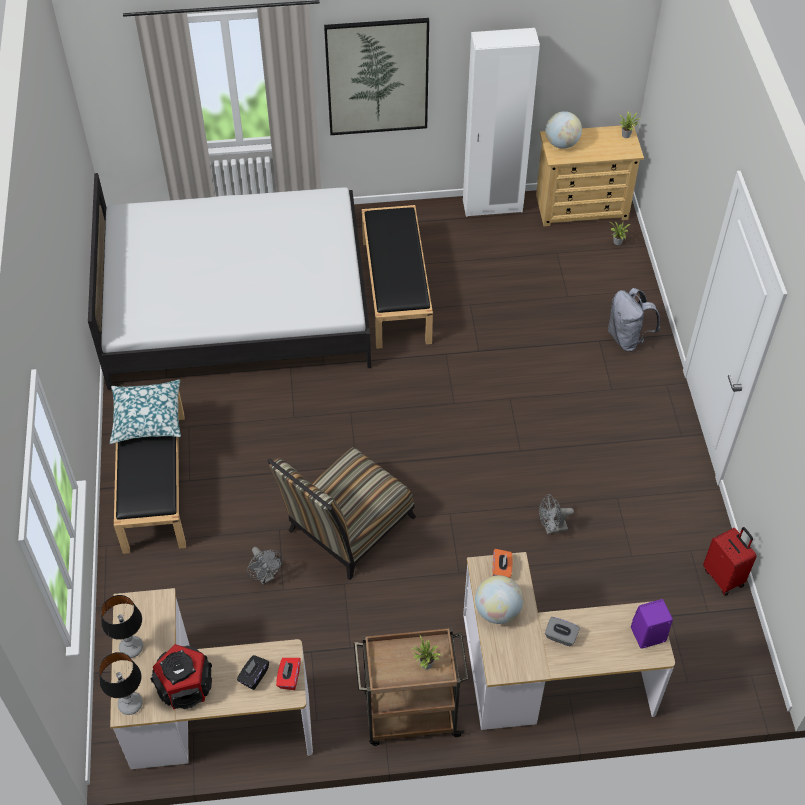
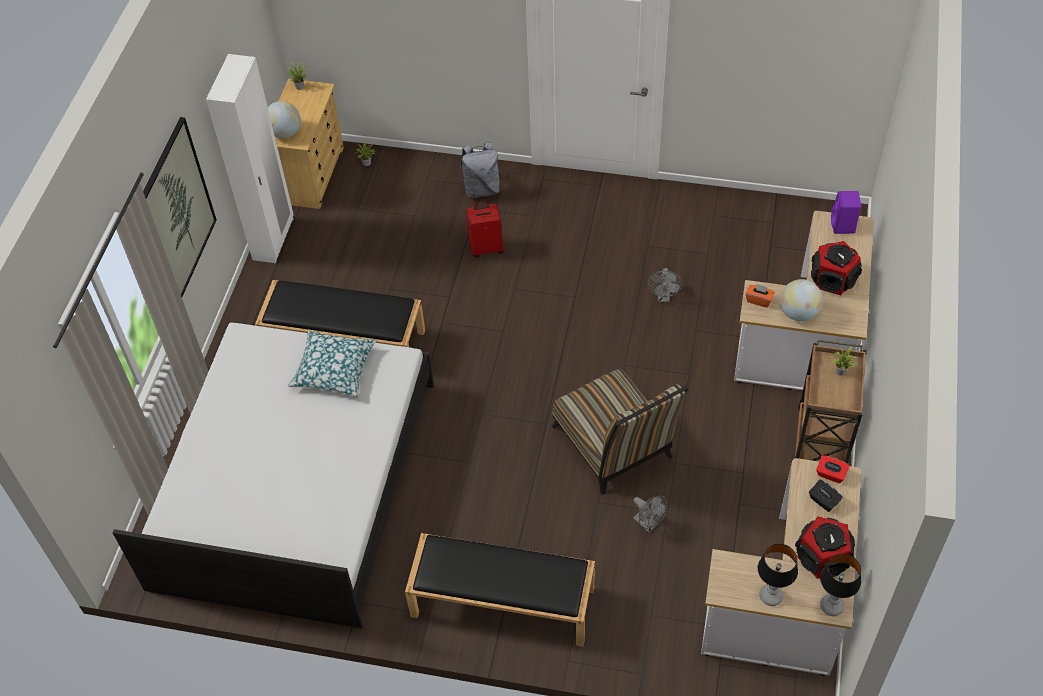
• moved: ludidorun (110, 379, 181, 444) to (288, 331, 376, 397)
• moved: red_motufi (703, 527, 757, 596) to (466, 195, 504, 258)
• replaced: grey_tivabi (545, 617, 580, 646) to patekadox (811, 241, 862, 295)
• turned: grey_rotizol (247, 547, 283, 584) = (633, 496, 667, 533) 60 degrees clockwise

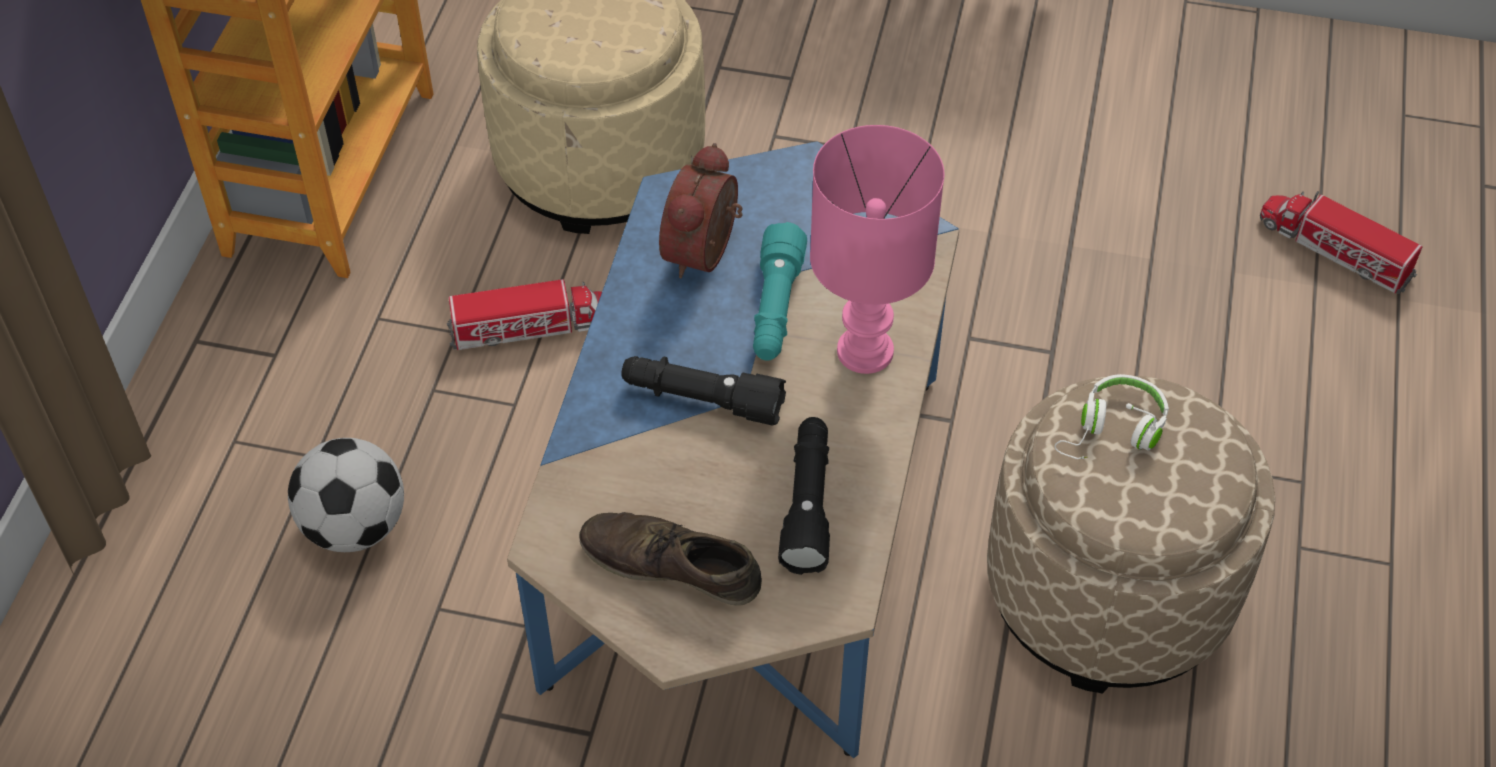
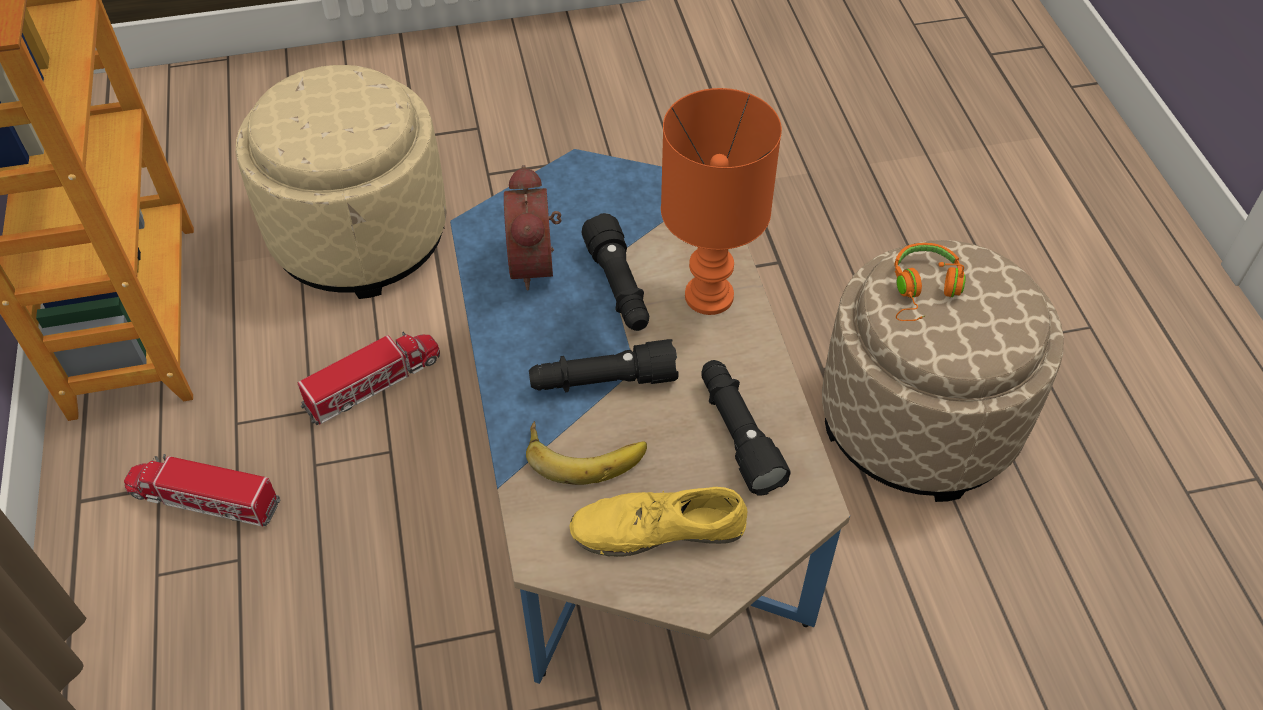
• removed: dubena (288, 438, 404, 552)
• added: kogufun (526, 421, 647, 485)
• moved: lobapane (1260, 191, 1422, 294) to (124, 454, 280, 527)
• recoloured: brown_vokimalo (579, 512, 762, 606) to yellow_vokimalo (570, 487, 747, 557)
• recoloured: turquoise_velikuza (753, 222, 807, 360) to black_velikuza (582, 213, 649, 331)
• recoloured: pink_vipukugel (810, 125, 945, 374) to orange_vipukugel (661, 88, 782, 315)
• recoloured: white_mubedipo (1054, 374, 1169, 459) to orange_mubedipo (894, 243, 966, 321)

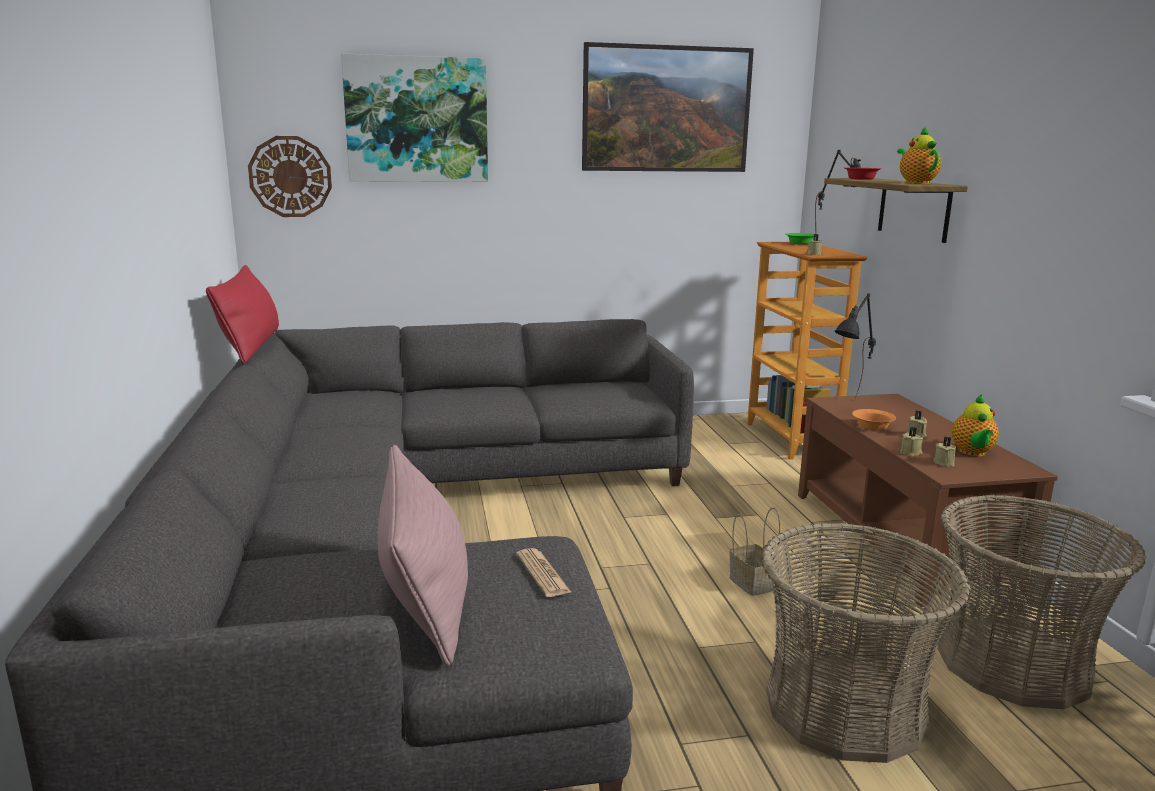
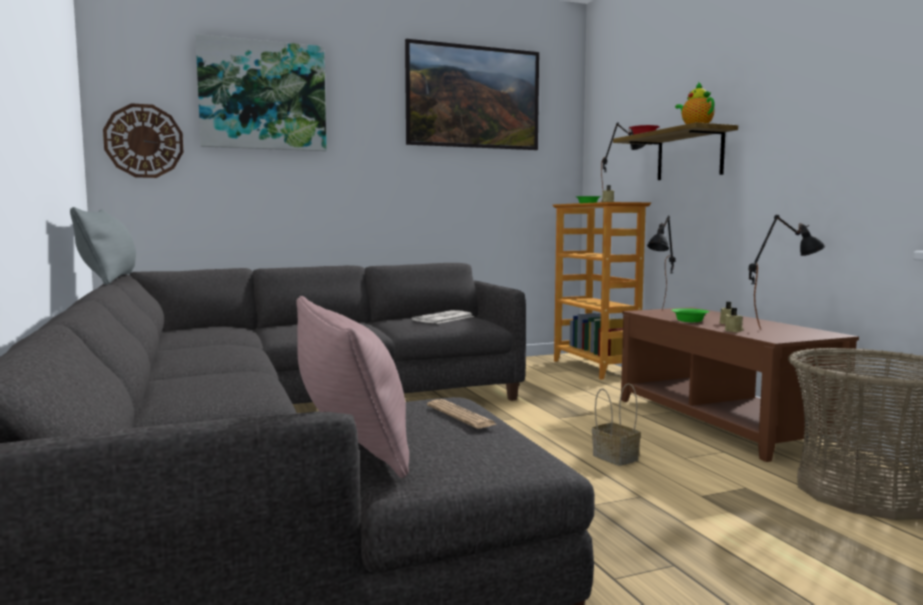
• removed: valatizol (761, 523, 971, 763)
• removed: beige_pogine (933, 436, 956, 466)
• added: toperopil (412, 310, 475, 324)
• replaced: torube (952, 394, 999, 456) to black_vipukugel (749, 215, 826, 329)
• recoloured: red_ludidorun (206, 265, 279, 364) to grey_ludidorun (70, 207, 136, 285)
• recoloured: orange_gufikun (852, 409, 896, 430) to green_gufikun (671, 308, 709, 322)

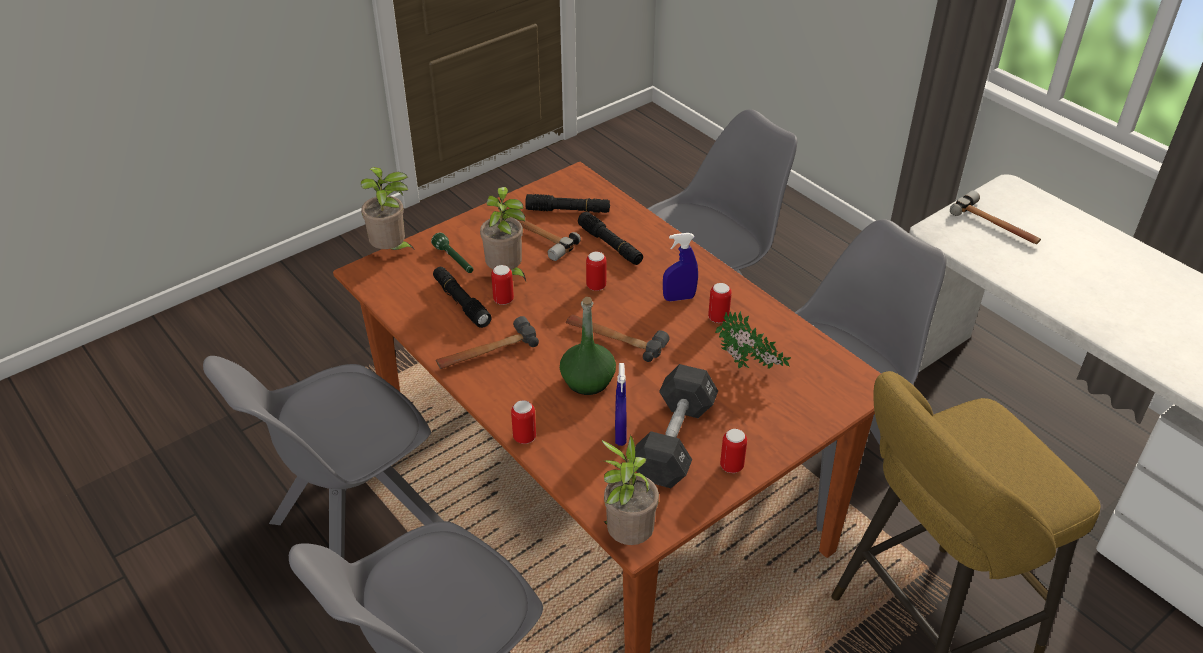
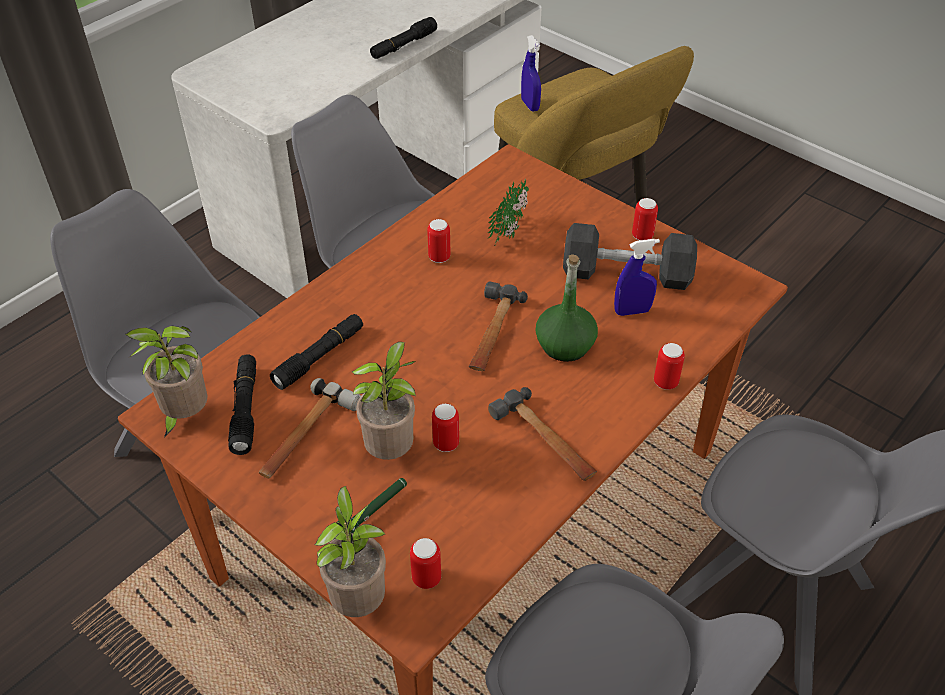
• removed: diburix (950, 191, 1041, 244)
• moved: black_velikuza (433, 267, 492, 328) to (370, 17, 437, 59)
• moved: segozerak (586, 252, 606, 291) to (410, 538, 441, 589)
• moved: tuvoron (602, 434, 659, 545) to (126, 326, 208, 438)
• moved: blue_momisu (663, 233, 698, 301) to (521, 35, 541, 112)

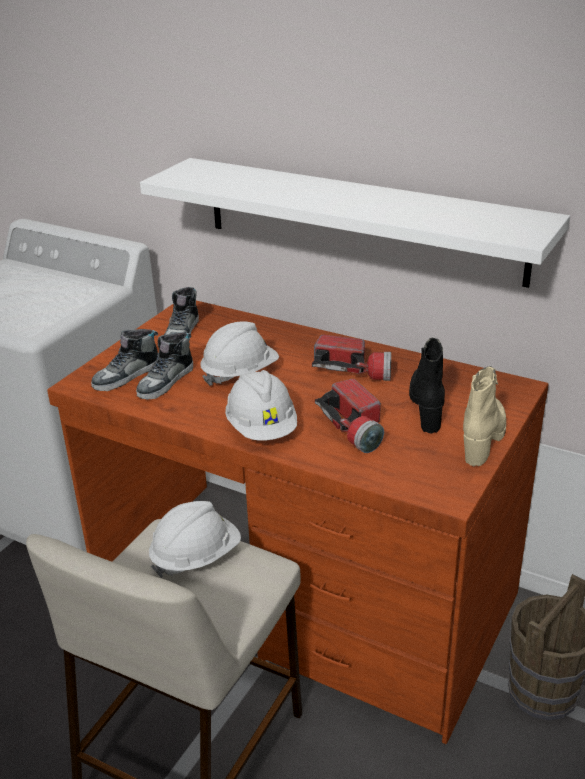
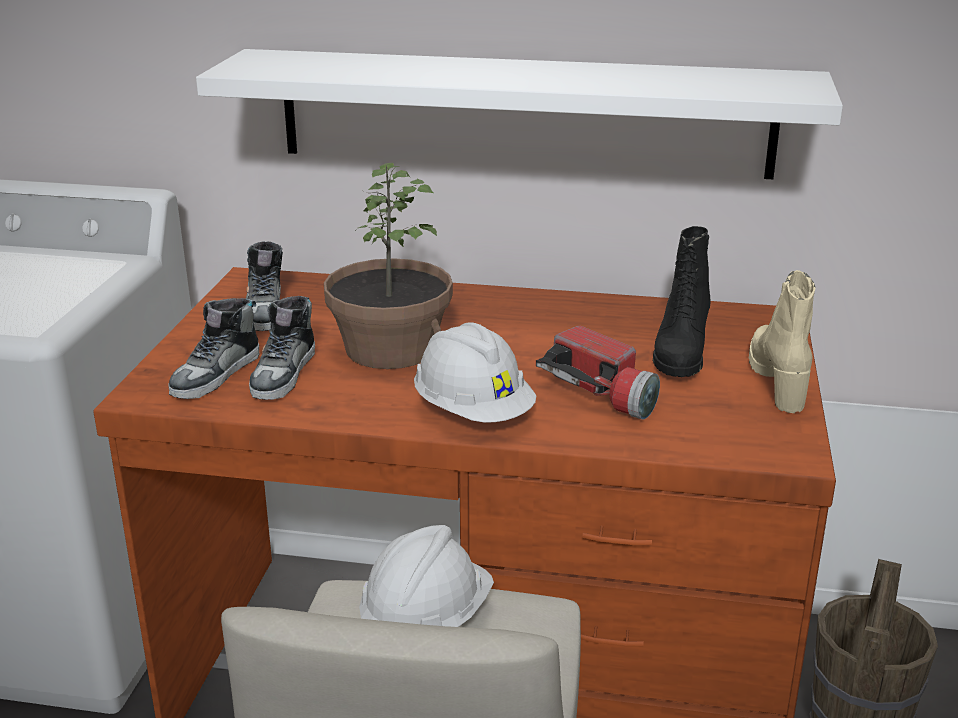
• removed: velikuza (312, 335, 391, 381)
• replaced: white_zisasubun (200, 322, 279, 386) to tuvoron (324, 163, 453, 369)
• turned: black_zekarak (409, 338, 445, 434) = (653, 226, 711, 377) 150 degrees counterclockwise

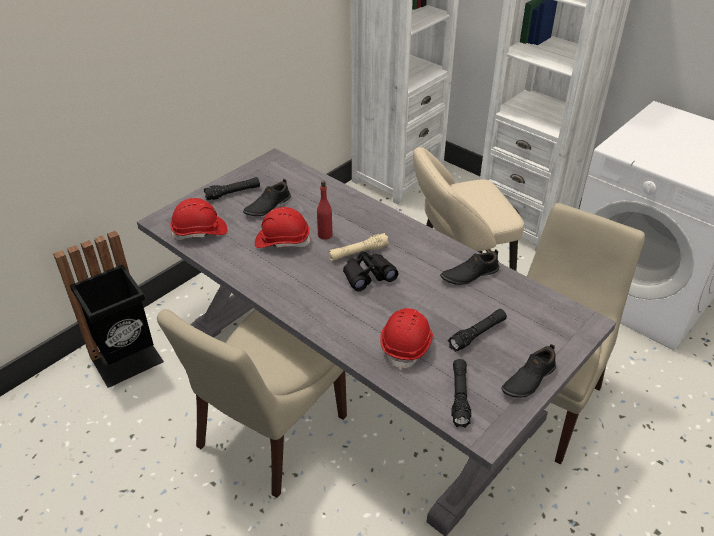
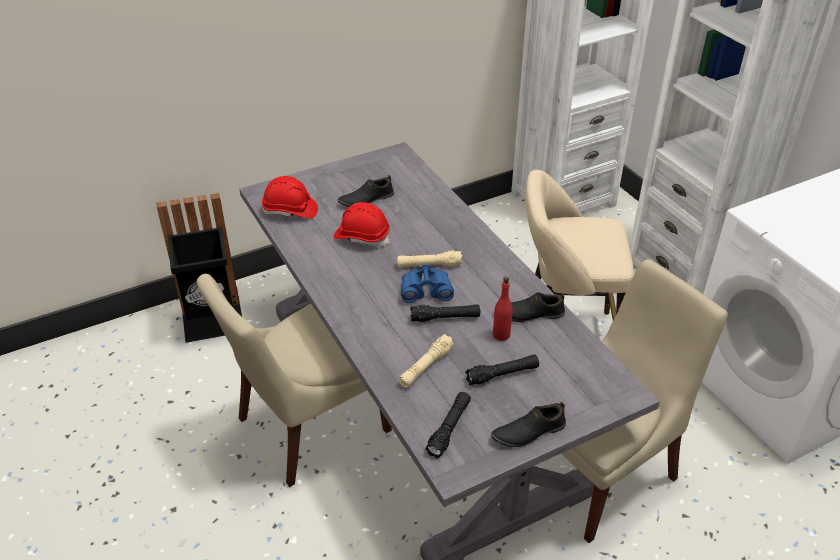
• moved: black_velikuza (204, 177, 260, 200) to (410, 304, 480, 322)
• moved: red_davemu (317, 181, 333, 240) to (493, 276, 513, 341)
• replaced: red_zisasubun (380, 308, 433, 371) to beige_velikuza (398, 334, 454, 388)
• recoloured: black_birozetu (343, 251, 398, 291) to blue_birozetu (401, 264, 454, 303)

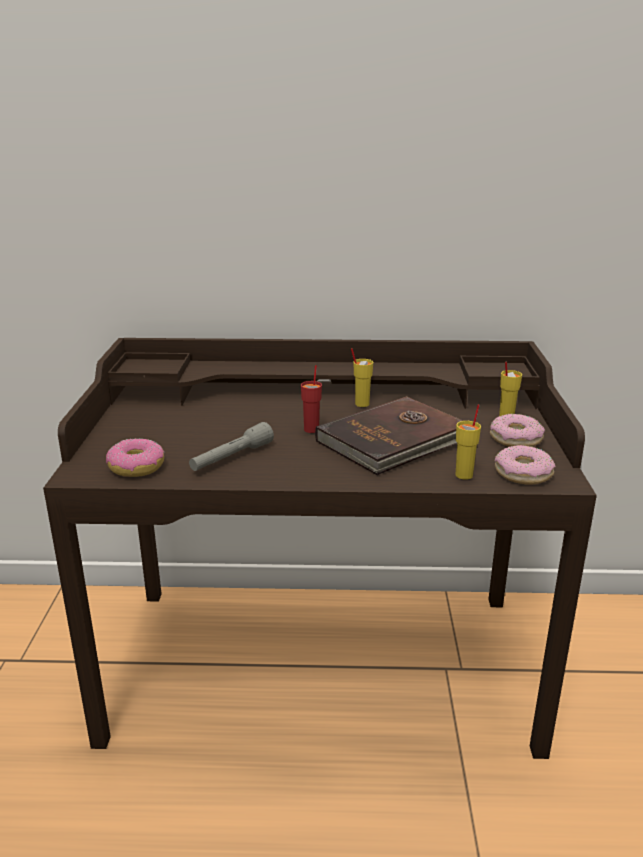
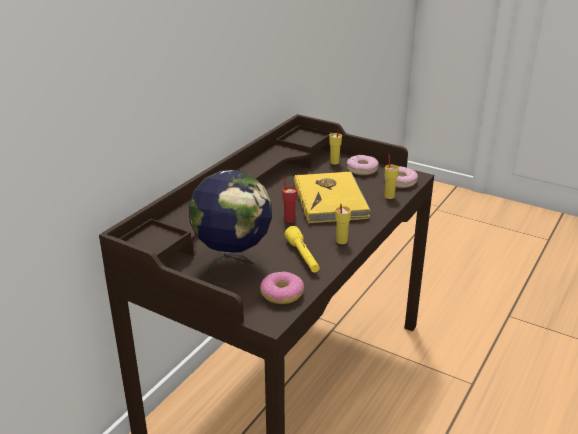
• added: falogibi (189, 170, 272, 285)
• moved: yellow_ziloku (351, 348, 373, 407) to (335, 203, 351, 244)
• recoloured: grey_velikuza (189, 422, 274, 471) to yellow_velikuza (285, 226, 320, 272)
• recoloured: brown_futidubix (315, 396, 463, 475) to yellow_futidubix (294, 172, 371, 224)

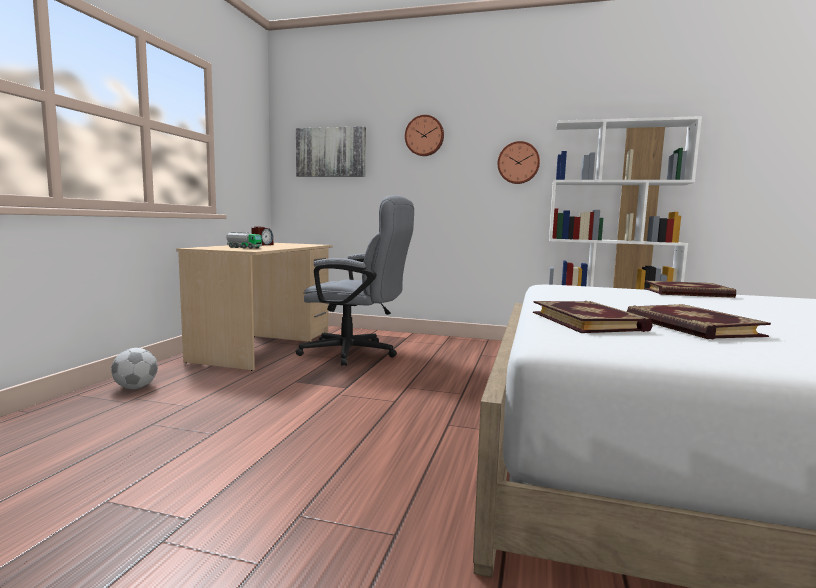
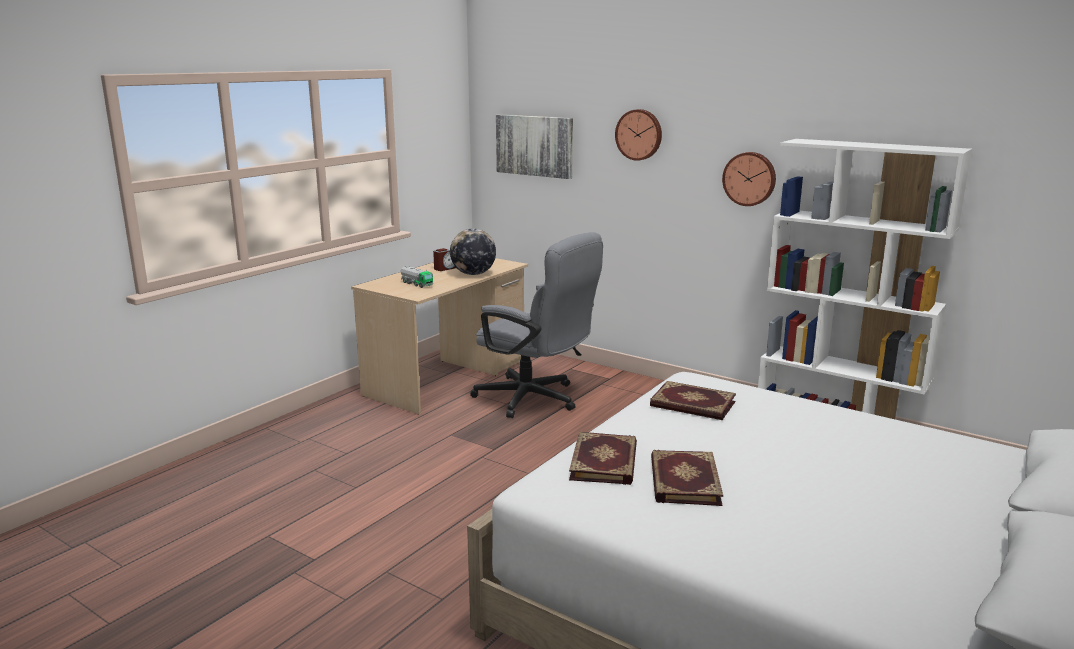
• removed: dubena (111, 348, 158, 389)
• added: falogibi (450, 229, 496, 275)
• moved: futidubix (644, 281, 736, 298) to (650, 381, 736, 420)

